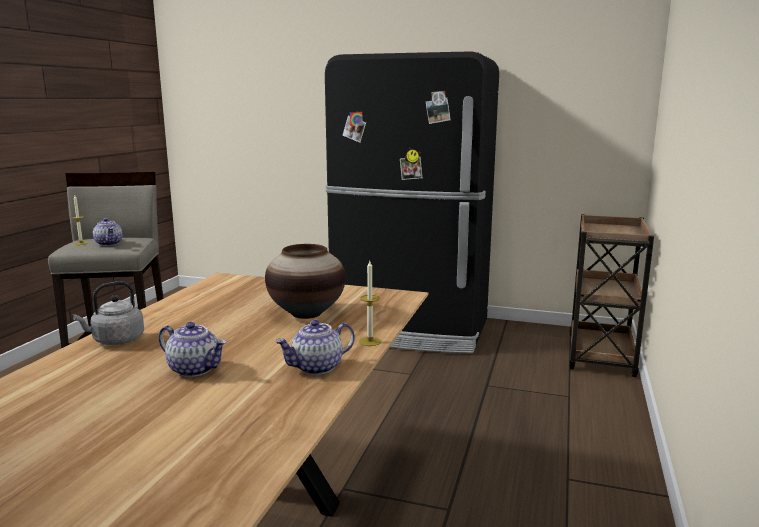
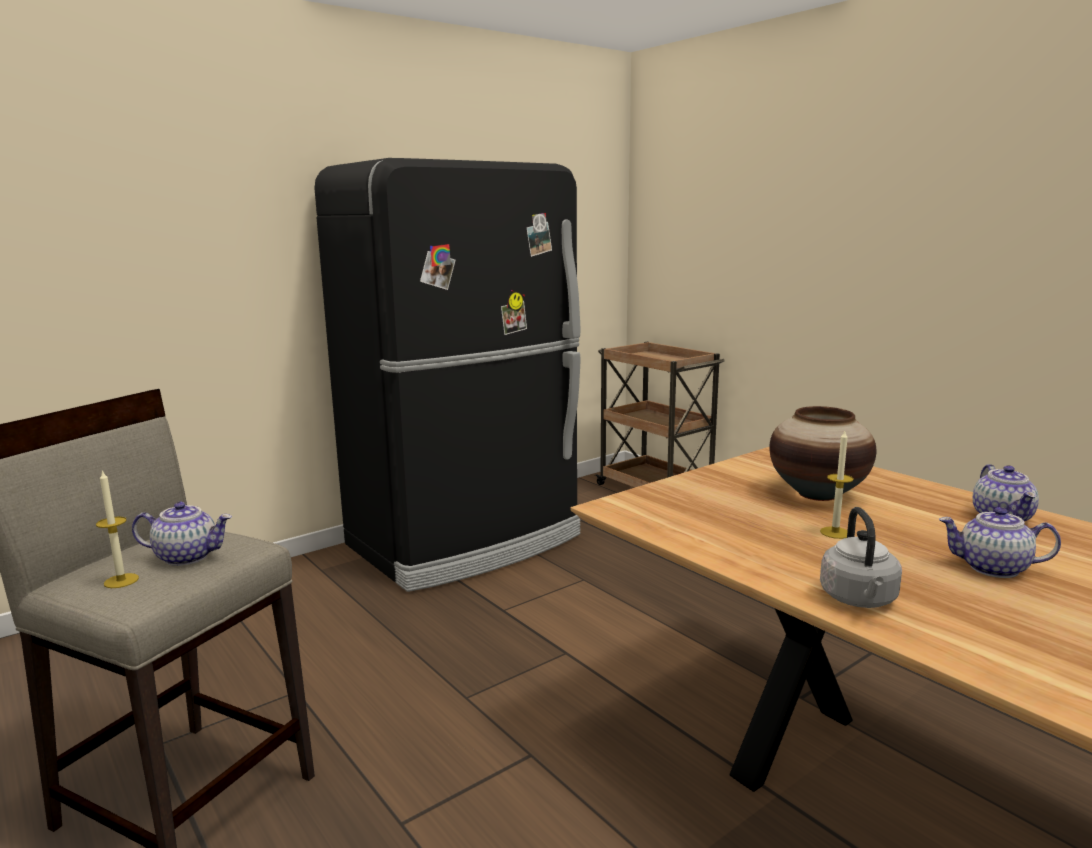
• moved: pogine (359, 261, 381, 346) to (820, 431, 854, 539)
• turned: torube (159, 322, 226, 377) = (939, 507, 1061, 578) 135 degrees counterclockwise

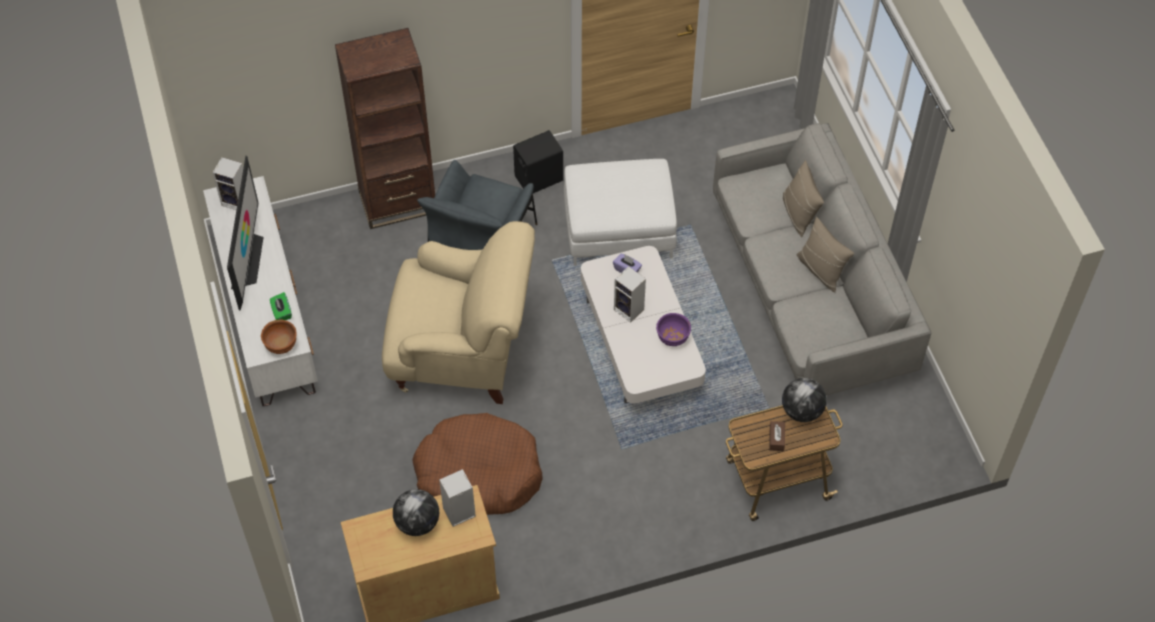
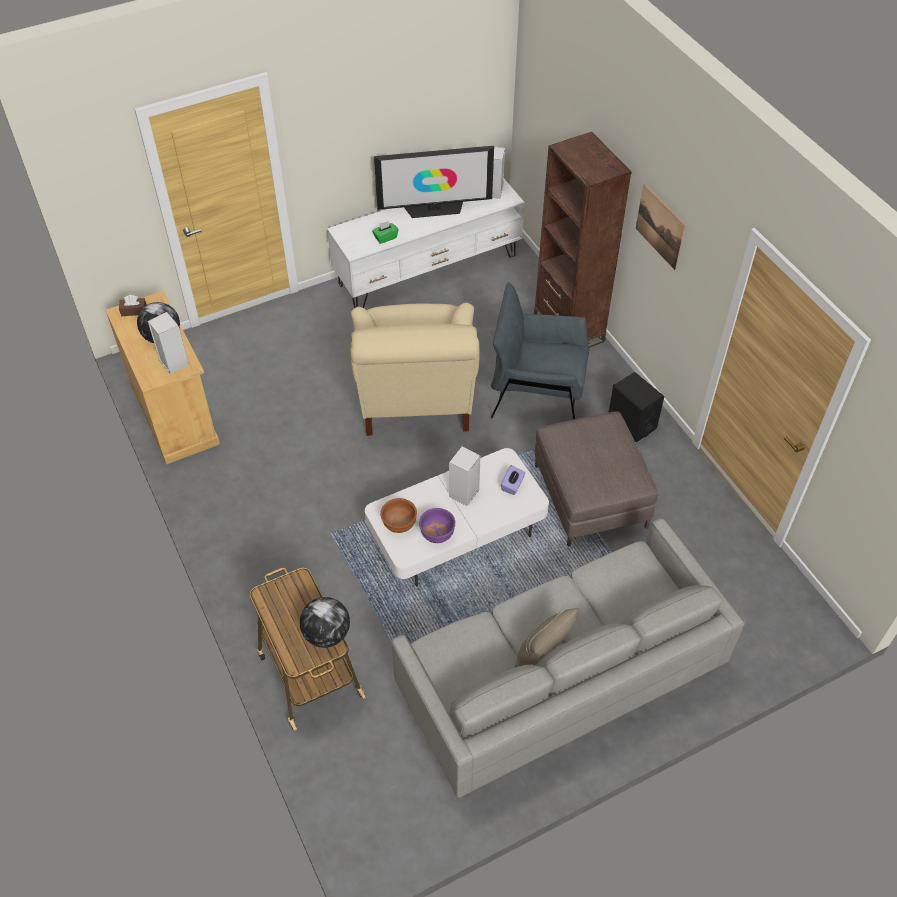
• removed: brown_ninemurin (412, 413, 543, 515)
• removed: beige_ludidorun (783, 160, 824, 237)
• added: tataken (636, 183, 686, 270)
• moved: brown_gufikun (261, 320, 297, 354) to (380, 498, 417, 533)
• moved: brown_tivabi (769, 421, 785, 451) to (119, 295, 147, 316)
• recoloured: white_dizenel (564, 159, 677, 266) to brown_dizenel (535, 412, 658, 547)

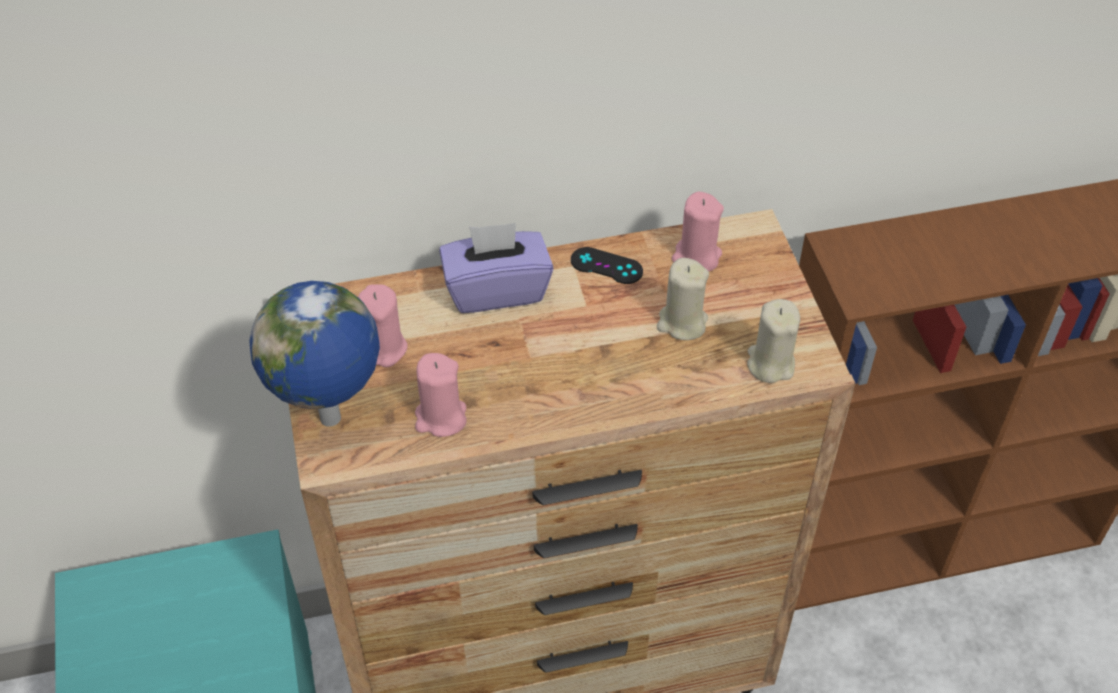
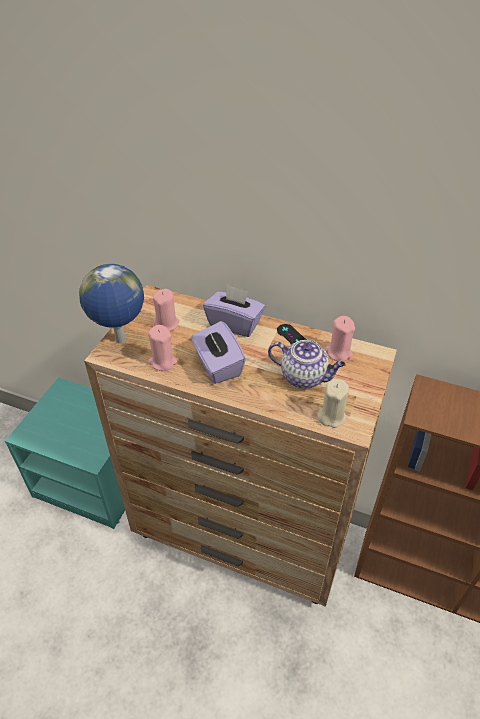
• added: purple_tivabi (191, 321, 246, 384)
• replaced: beige_pogine (657, 258, 709, 340) to torube (268, 340, 346, 389)

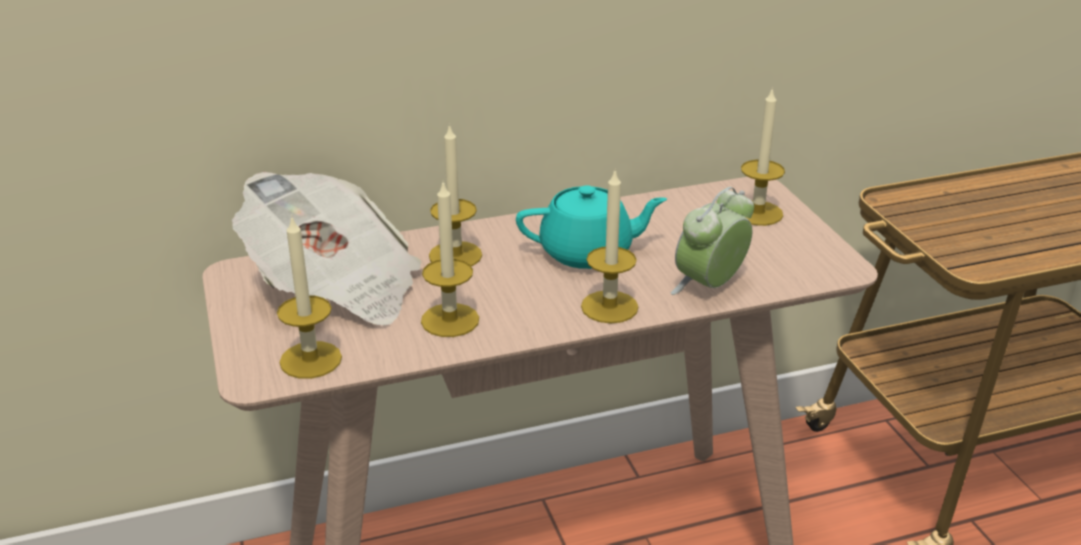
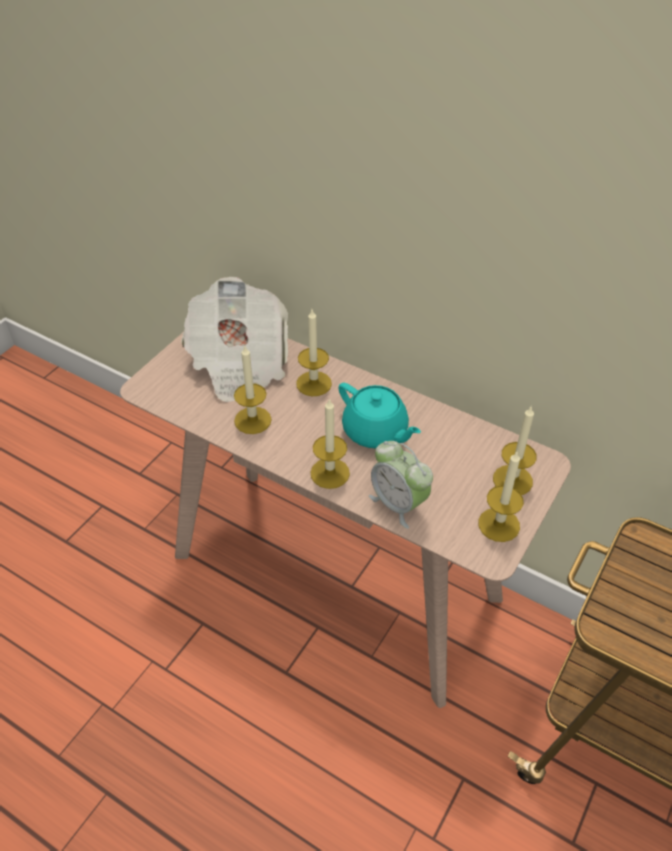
• moved: pogine (277, 215, 342, 379) to (478, 452, 524, 542)
• turned: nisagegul (671, 187, 754, 295) = (369, 441, 433, 529) 135 degrees counterclockwise

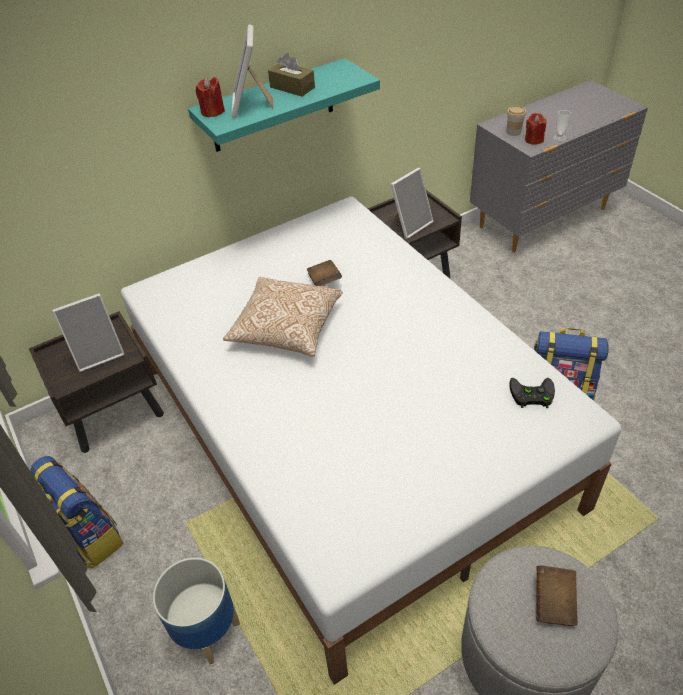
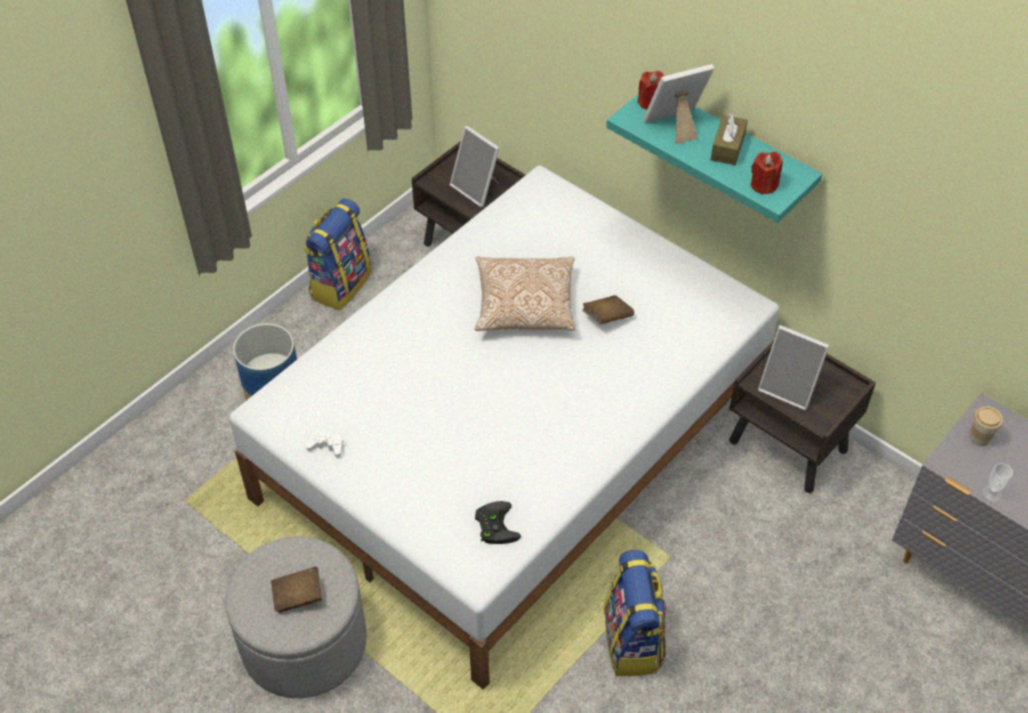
• added: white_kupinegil (306, 430, 343, 458)
• moved: red_pogine (525, 113, 546, 145) to (751, 152, 783, 195)

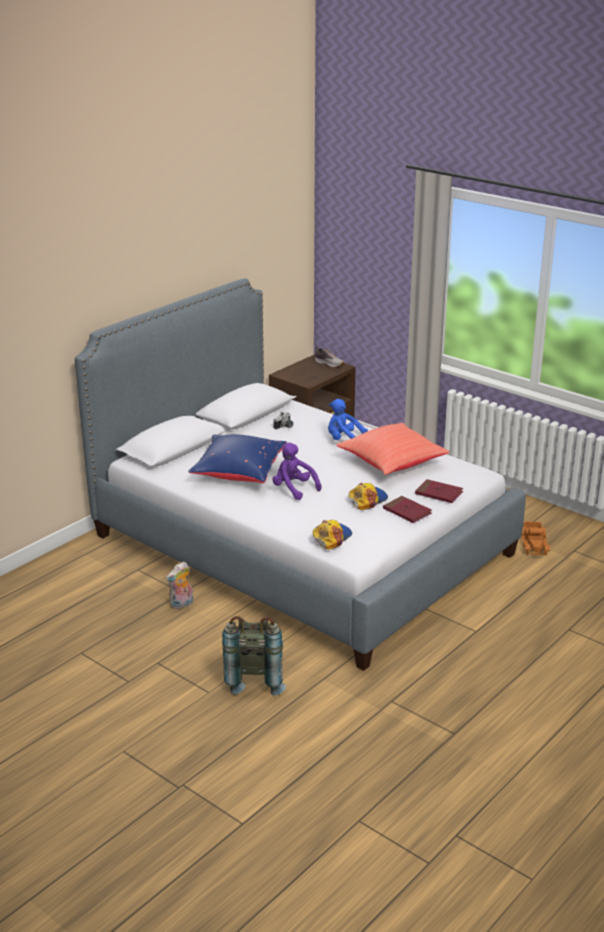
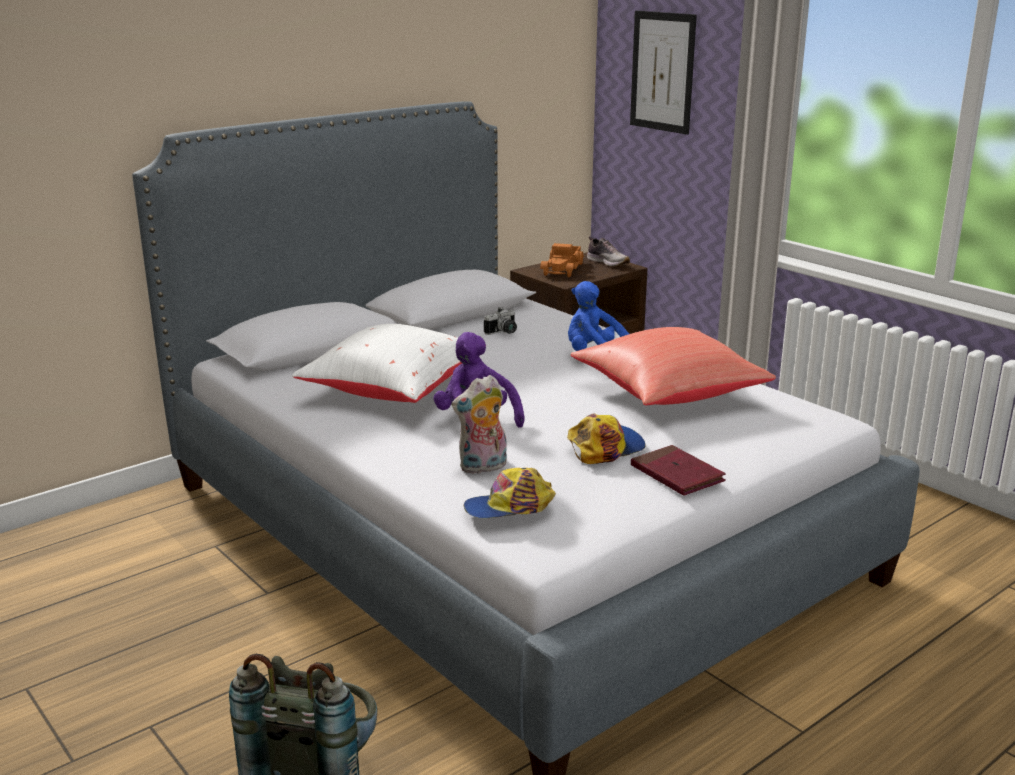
• removed: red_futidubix (415, 479, 463, 503)
• added: tataken (630, 11, 697, 135)
• moved: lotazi (165, 562, 193, 609) to (451, 375, 507, 474)
• moved: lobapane (521, 521, 550, 555) to (540, 243, 584, 277)
• recoloured: blue_ludidorun (188, 434, 287, 483) to white_ludidorun (292, 324, 462, 403)
• turned: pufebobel (313, 520, 352, 550) = (464, 468, 556, 518) 150 degrees counterclockwise

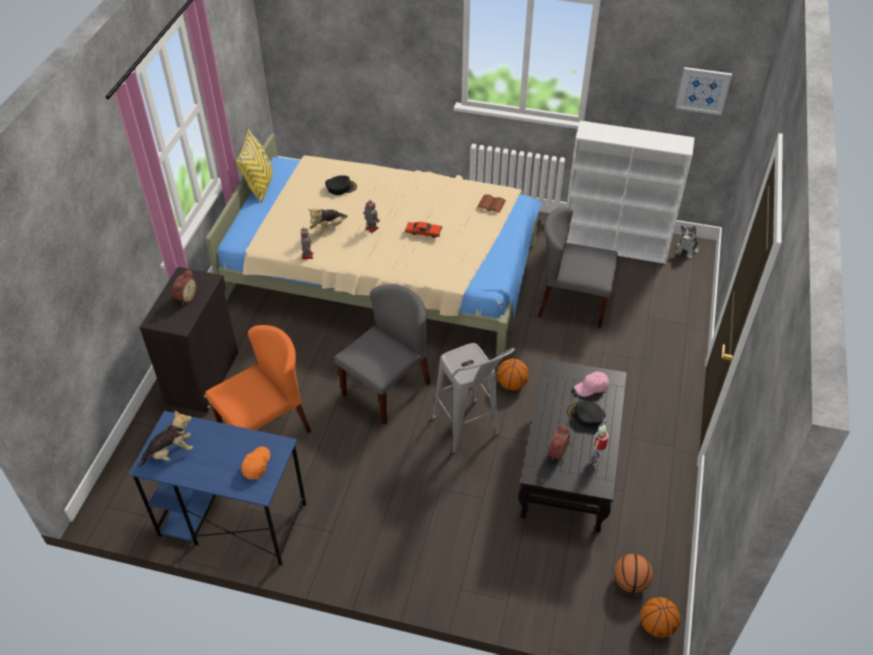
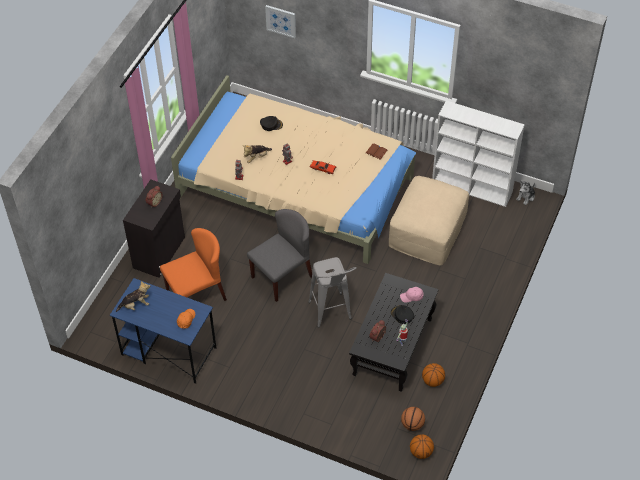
• removed: yellow_ludidorun (236, 129, 273, 203)
• moved: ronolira (497, 359, 529, 390) to (422, 363, 445, 387)
• moved: tataken (675, 67, 732, 115) to (265, 5, 296, 38)
• replaced: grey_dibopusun (538, 207, 618, 328) to beige_dizenel (389, 176, 469, 266)

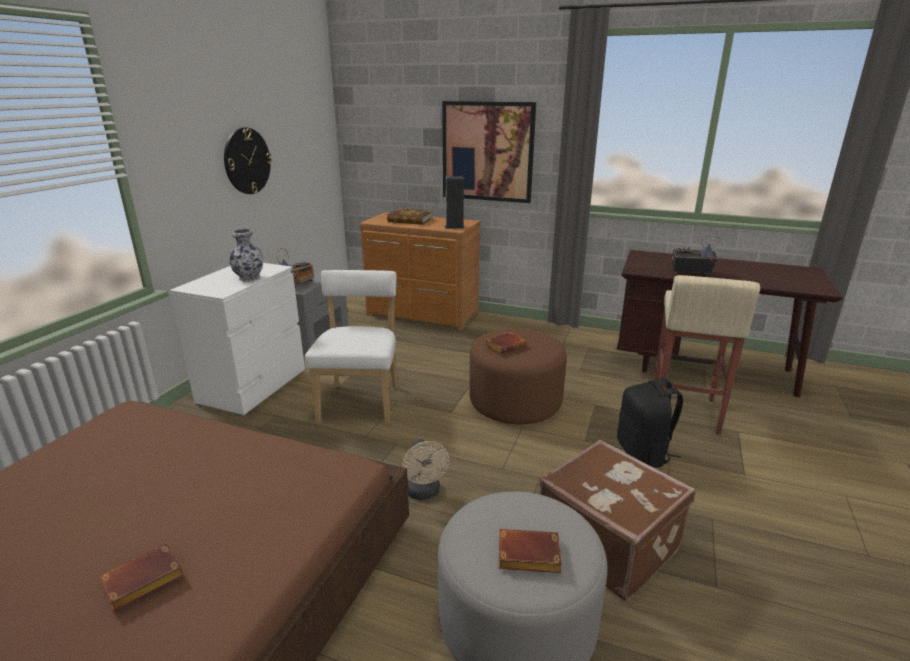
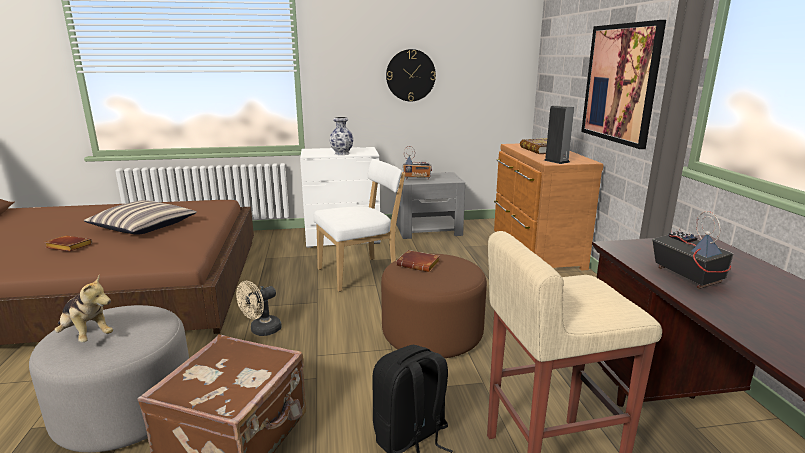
• added: ludidorun (84, 200, 197, 235)
• replaced: brown_futidubix (499, 529, 562, 573) to lotazi (55, 275, 113, 343)

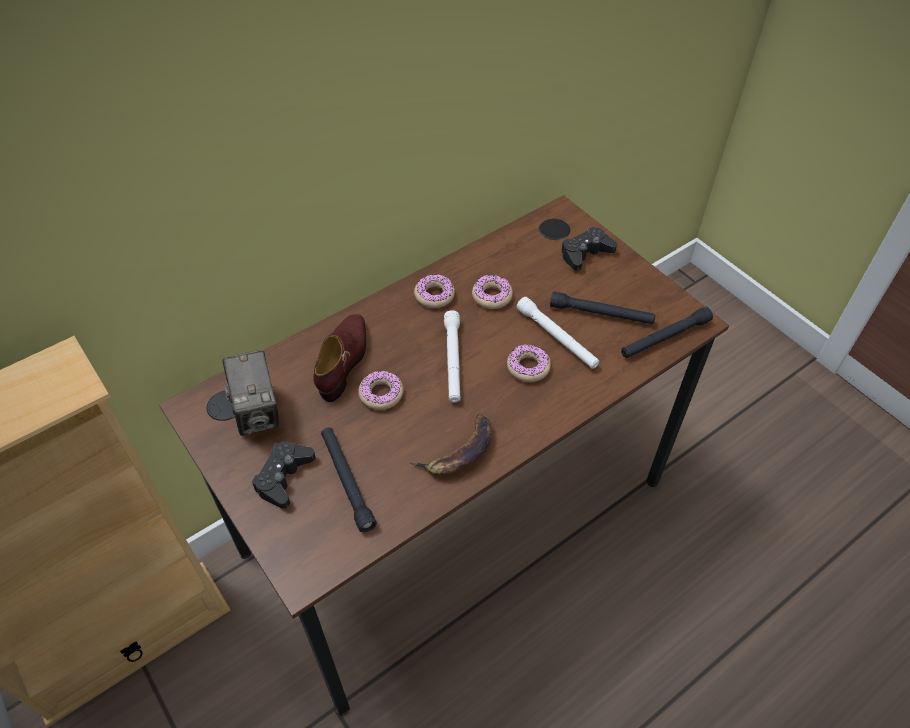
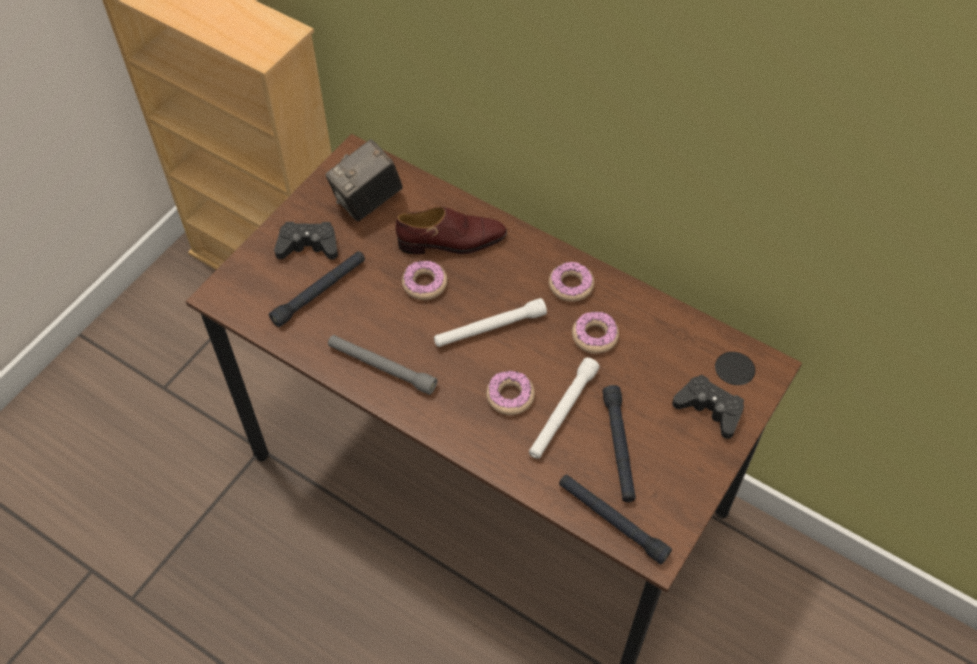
• replaced: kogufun (411, 414, 493, 475) to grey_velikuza (328, 335, 437, 395)

